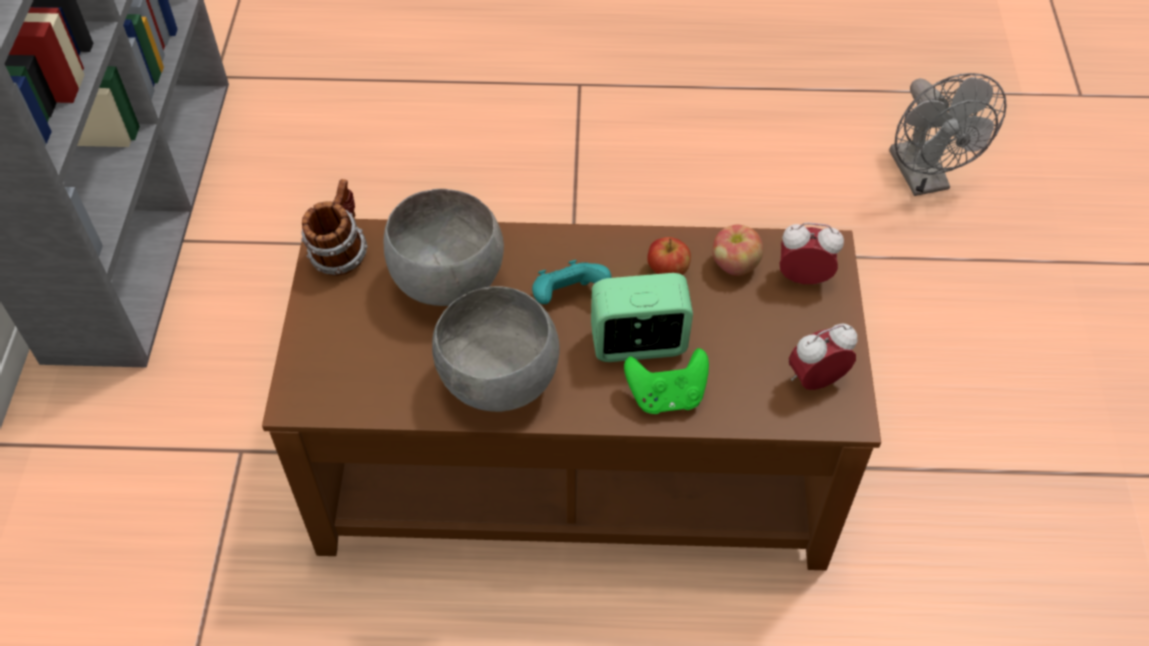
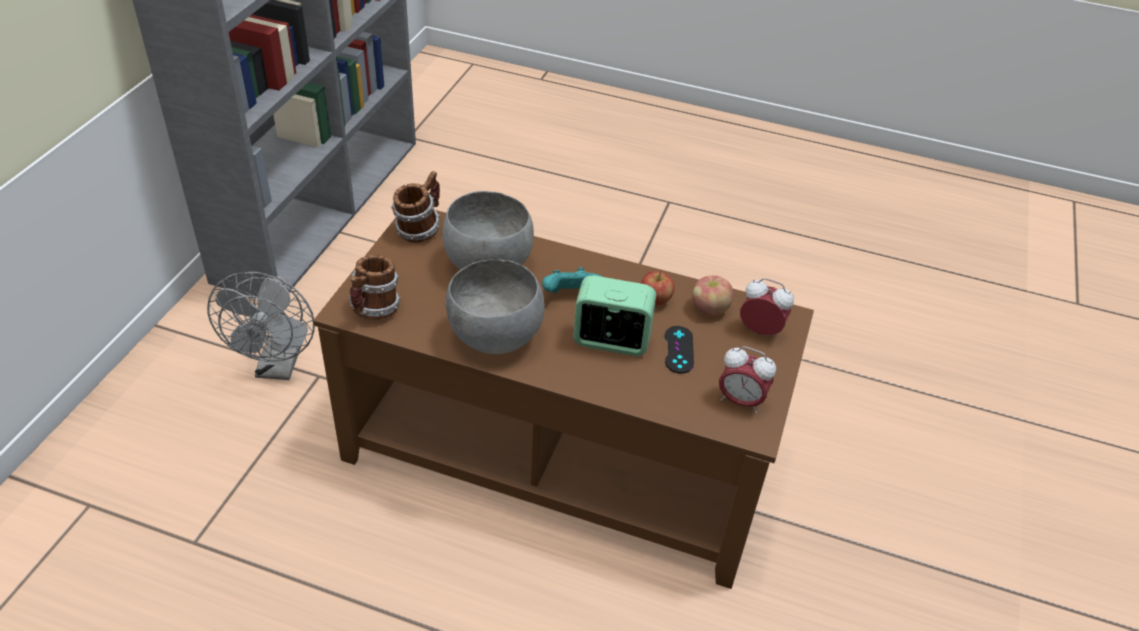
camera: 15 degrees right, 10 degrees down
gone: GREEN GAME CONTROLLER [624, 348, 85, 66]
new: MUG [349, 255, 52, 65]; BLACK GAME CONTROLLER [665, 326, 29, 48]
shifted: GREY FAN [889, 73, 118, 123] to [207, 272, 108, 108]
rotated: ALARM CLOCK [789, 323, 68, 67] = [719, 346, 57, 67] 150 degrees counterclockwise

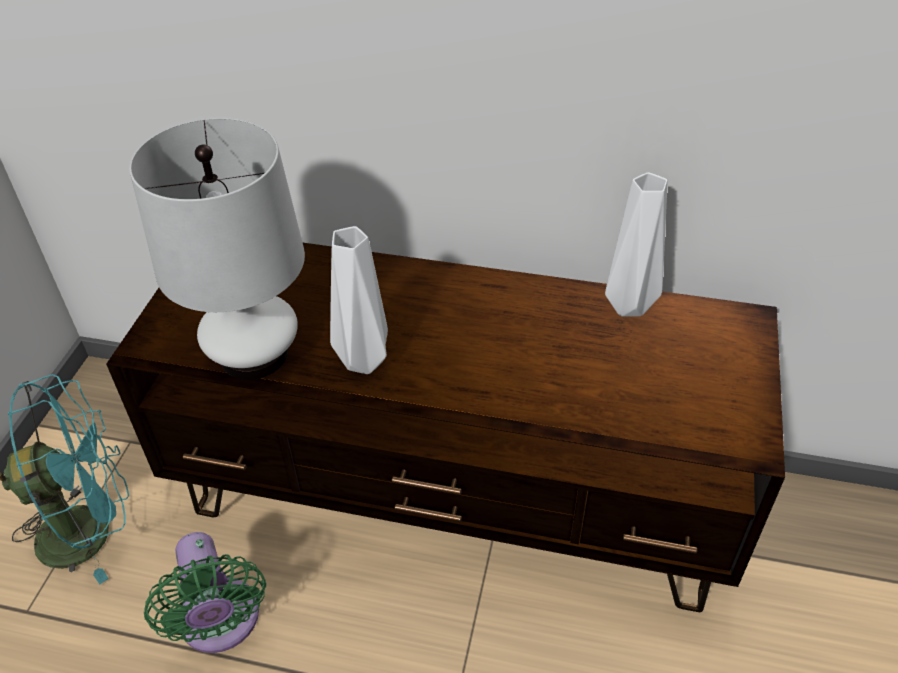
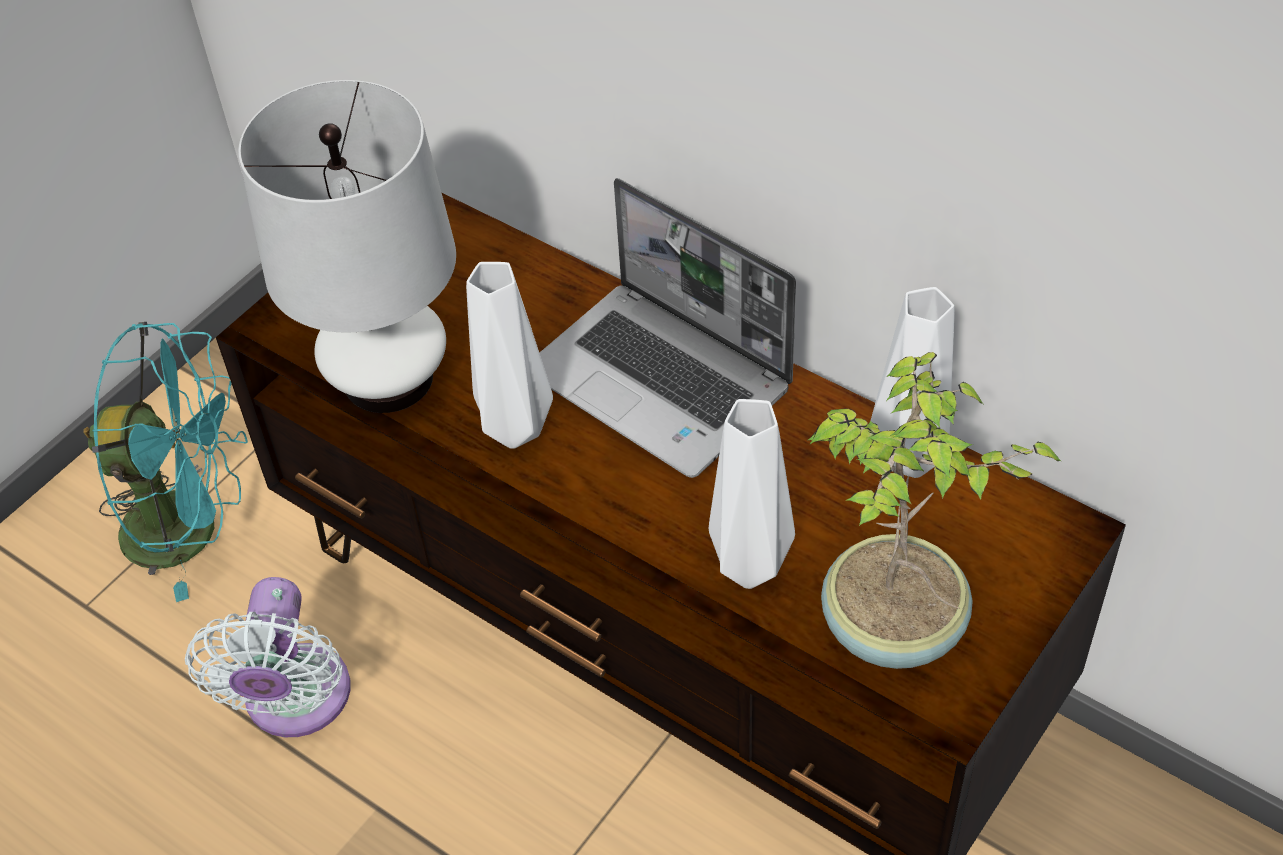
camera: 25 degrees right, 5 degrees up
new: LAPTOP [540, 178, 256, 300]; WHITE VASE [709, 399, 86, 190]; POTTED PLANT [807, 352, 255, 317]
repainted: GREEN FAN [144, 532, 122, 121] to WHITE FAN [185, 577, 165, 160]

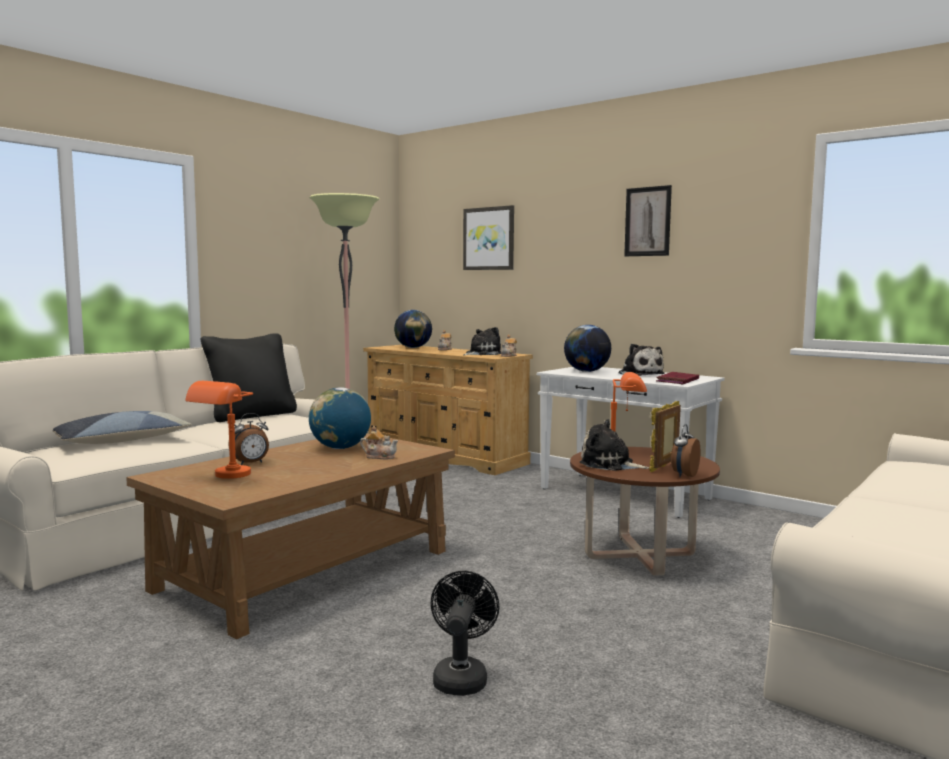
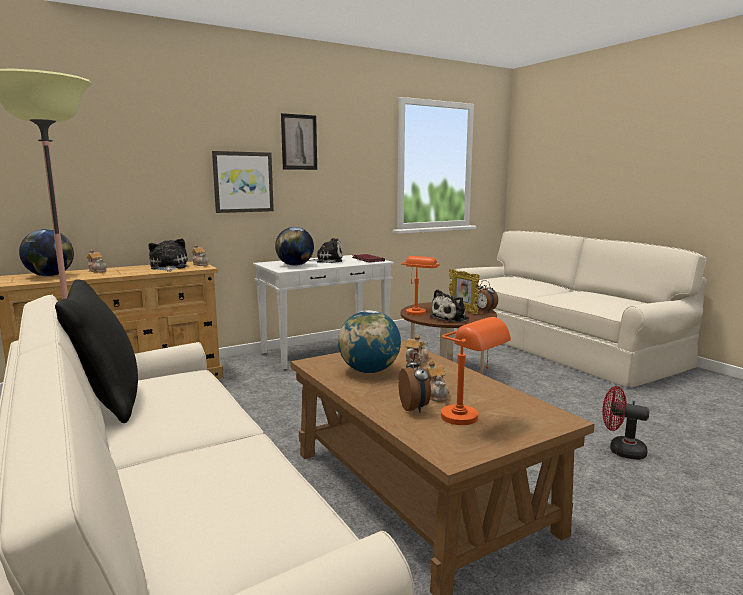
camera: 70 degrees left, 5 degrees up
gone: PILLOW [53, 411, 139, 33]
new: TEAPOT [426, 360, 23, 42]
shifted: PICTURE [463, 205, 51, 65] to [212, 151, 62, 62]
repainted: BLACK FAN [431, 571, 68, 125] to RED FAN [602, 386, 48, 74]

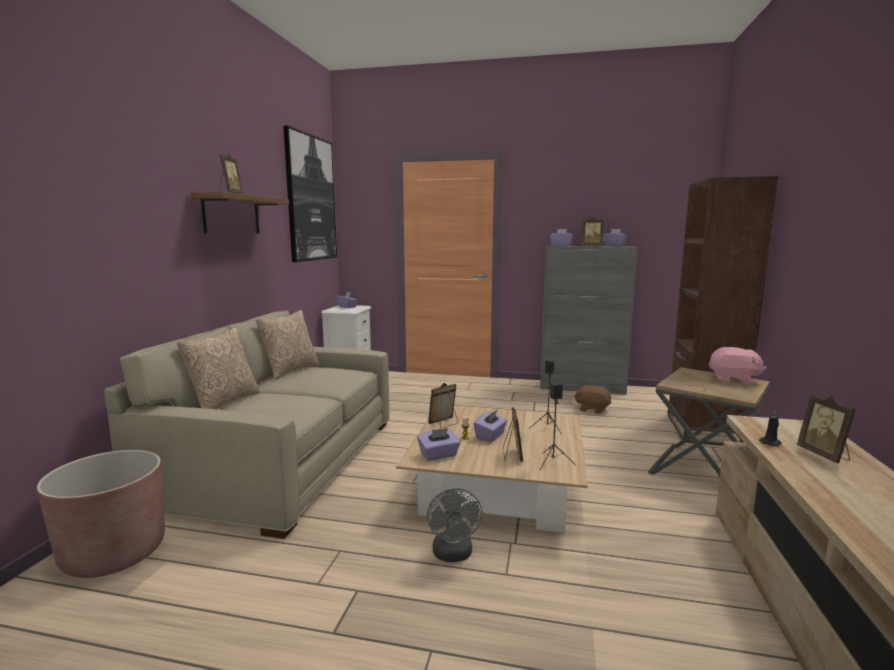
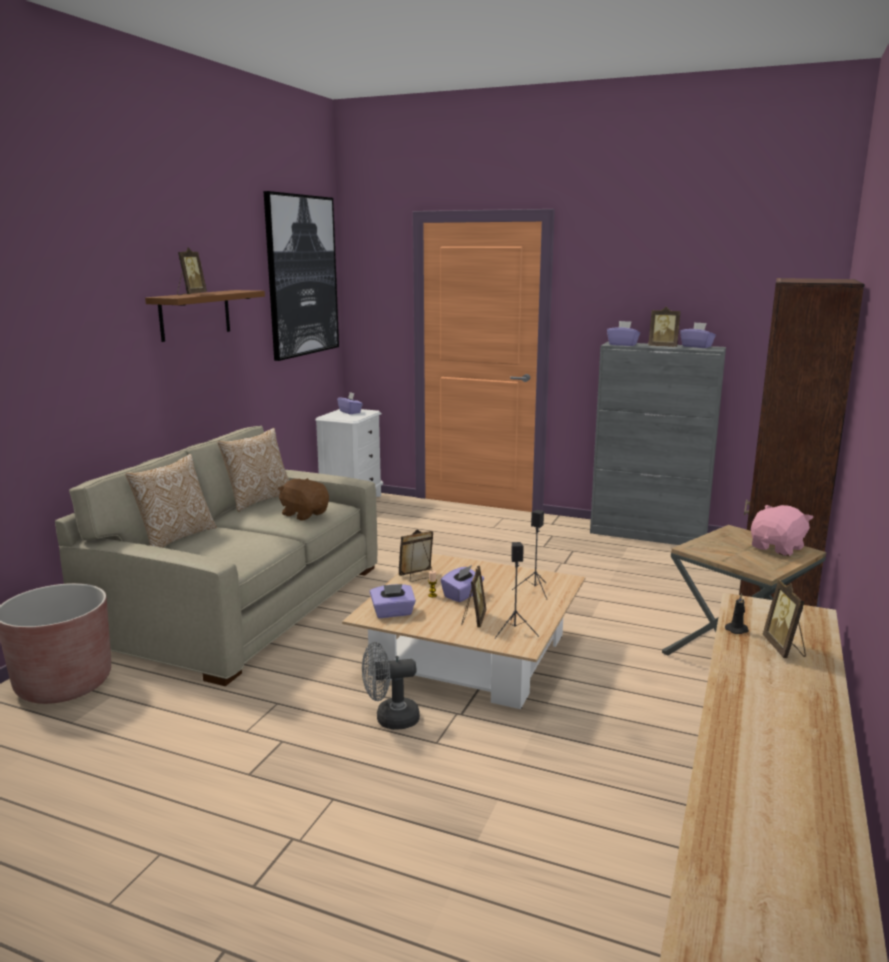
camera: 10 degrees right, 5 degrees up
shifted: BROWN PLUSH TOY [574, 385, 37, 29] to [278, 478, 51, 43]
rotated: GREY FAN [427, 488, 55, 74] = [362, 642, 58, 88] 75 degrees clockwise; PINK PLUSH TOY [708, 347, 59, 38] = [751, 505, 62, 51] 75 degrees counterclockwise

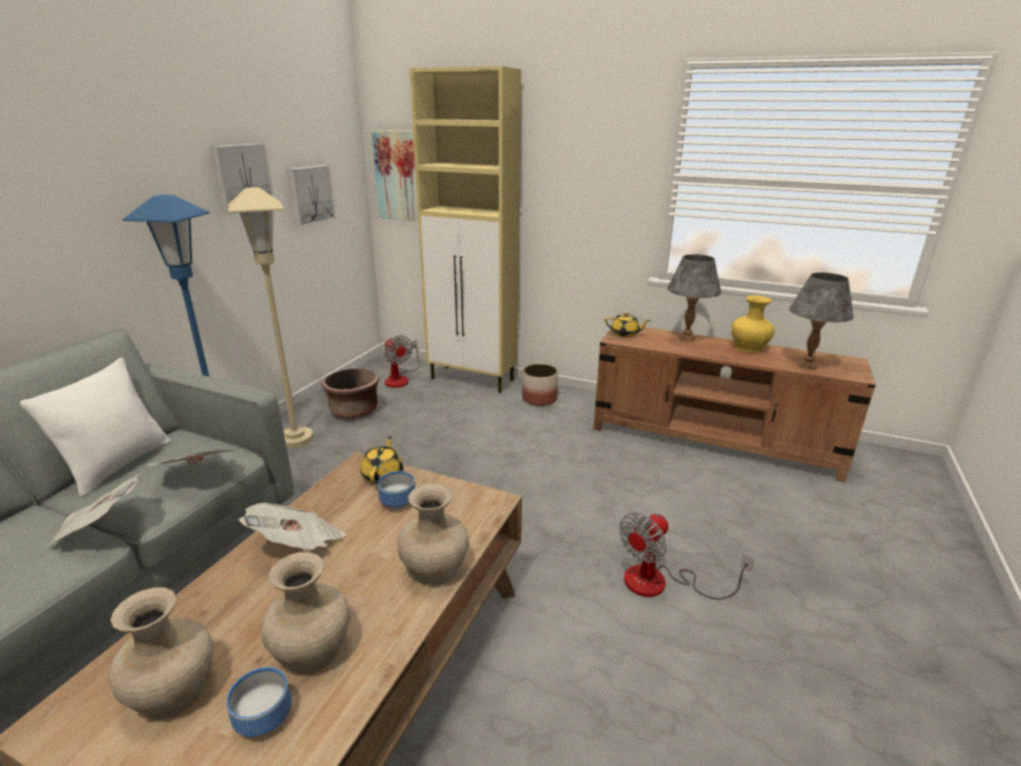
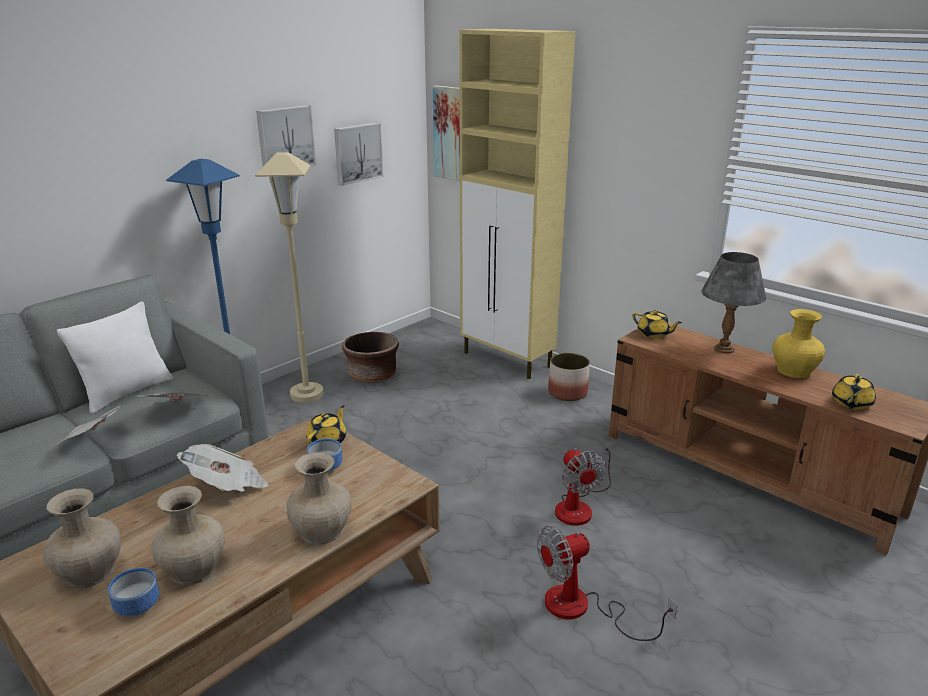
camera: 20 degrees right, 0 degrees up
shifted: FAN [384, 335, 36, 53] to [555, 441, 57, 85]
swapped: GREY TABLE LAMP [789, 273, 65, 96] to YELLOW TEAPOT [832, 374, 44, 36]

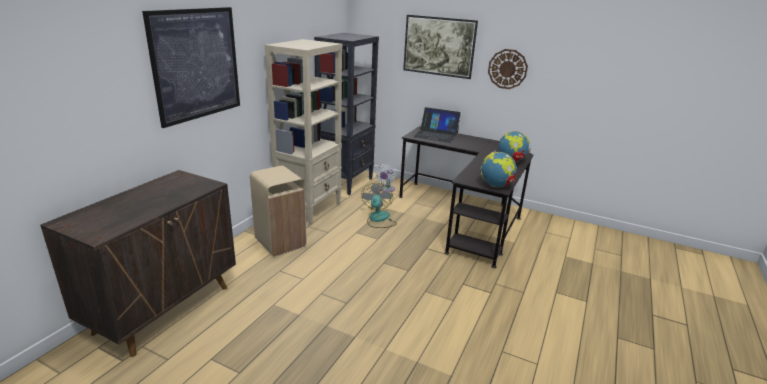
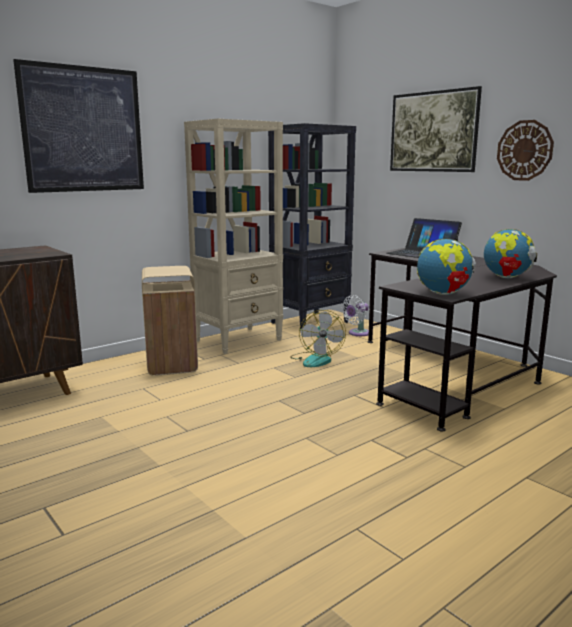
camera: 25 degrees right, 10 degrees down
rotated: FAN [361, 183, 36, 45] = [290, 310, 56, 57] 150 degrees clockwise

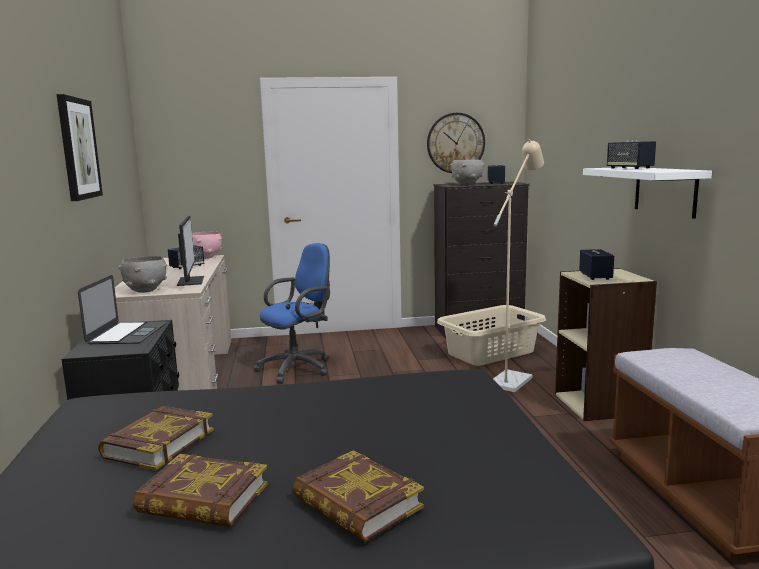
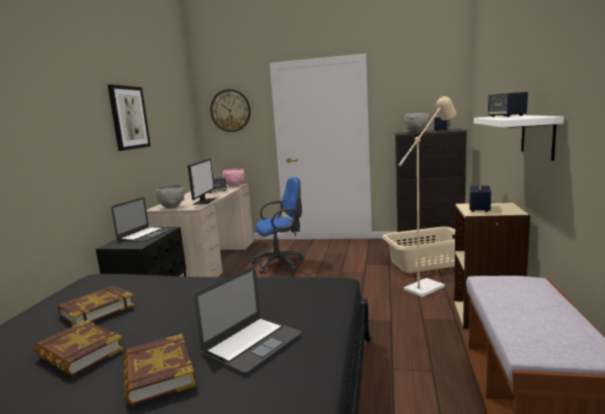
camera: 20 degrees right, 0 degrees up
new: LAPTOP [194, 267, 108, 106]
shifted: WALL CLOCK [427, 113, 58, 60] to [210, 89, 41, 43]

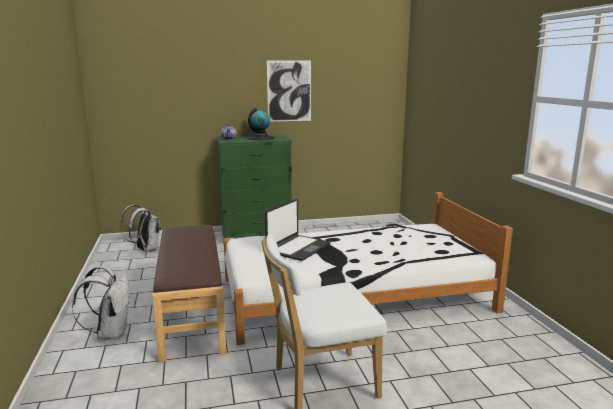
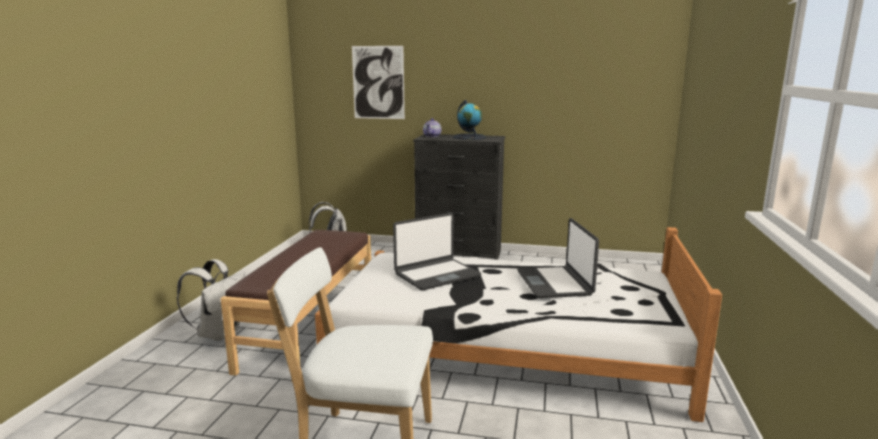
camera: 25 degrees right, 0 degrees up
new: LAPTOP [517, 218, 82, 80]
shifted: PICTURE [267, 60, 44, 62] to [352, 46, 53, 73]
repainted: GREEN DRESSER [217, 135, 75, 103] to BLACK DRESSER [413, 134, 92, 126]

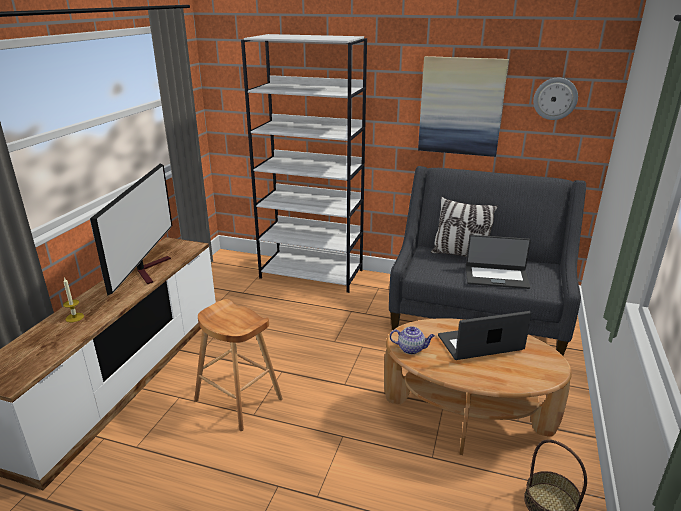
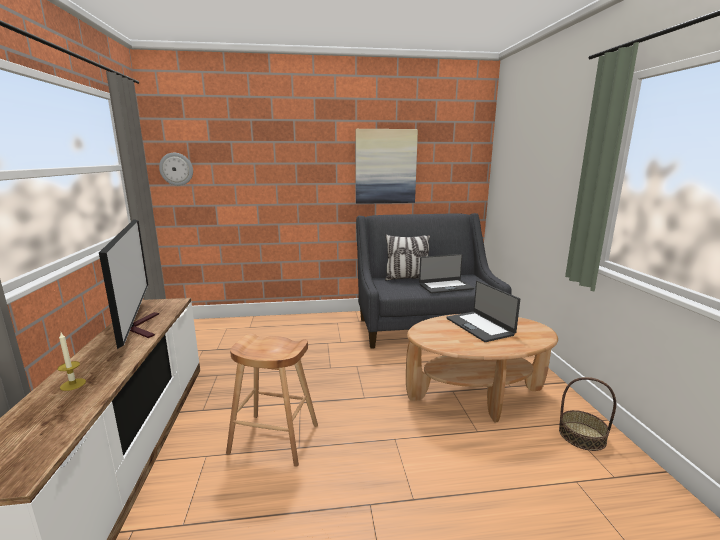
camera: 25 degrees left, 10 degrees down
gone: WHITE BOOKCASE [241, 34, 126, 259]; TEAPOT [390, 326, 45, 28]
shifted: WALL CLOCK [533, 78, 45, 42] to [159, 153, 34, 33]
rotated: LAPTOP [438, 311, 94, 49] = [446, 280, 74, 62] 75 degrees counterclockwise

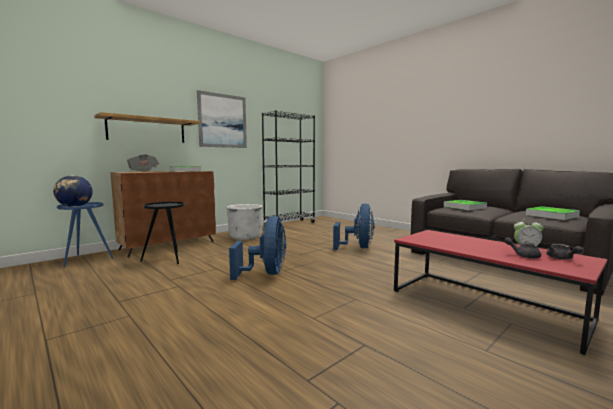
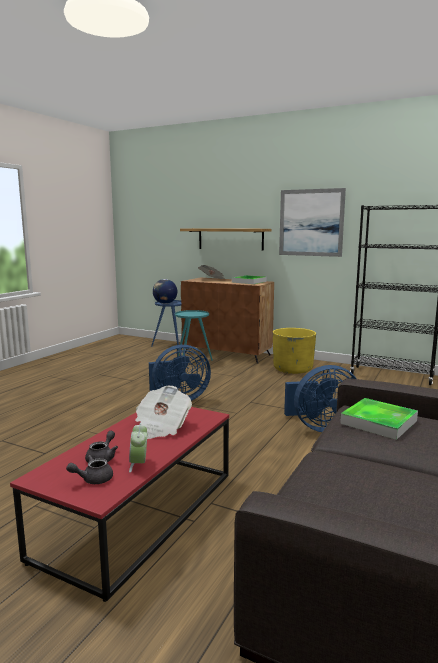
camera: 70 degrees right, 5 degrees up
gone: TRAY [526, 206, 54, 14]
new: NEWSPAPER [135, 386, 57, 53]
repainted: BLACK SIDE TABLE [140, 202, 45, 62] to TURQUOISE SIDE TABLE [175, 310, 38, 51]; WHITE PLANTER [227, 204, 35, 36] to YELLOW PLANTER [273, 328, 43, 46]

